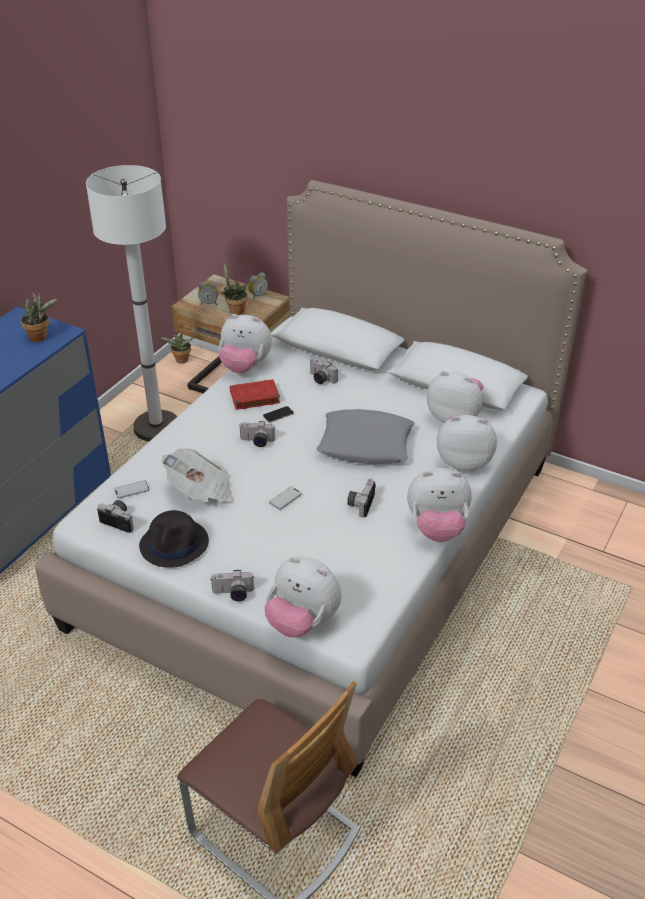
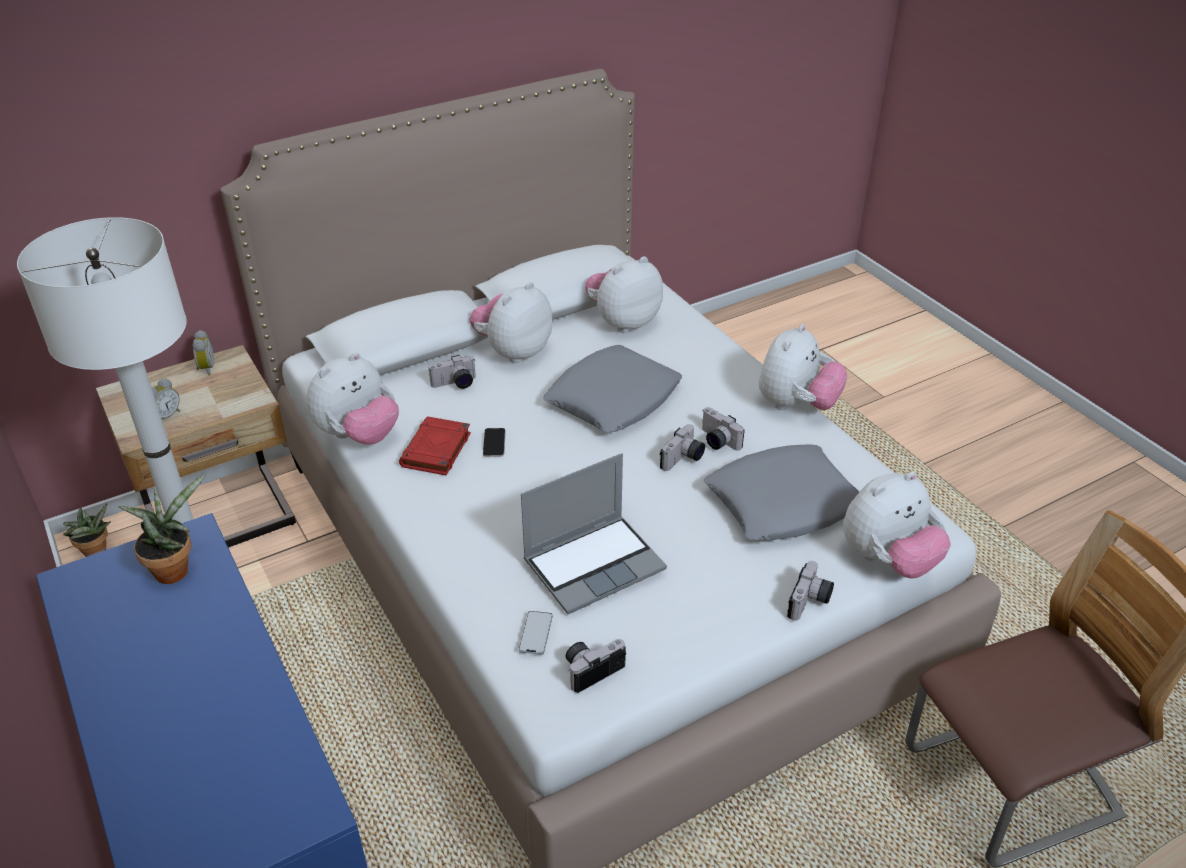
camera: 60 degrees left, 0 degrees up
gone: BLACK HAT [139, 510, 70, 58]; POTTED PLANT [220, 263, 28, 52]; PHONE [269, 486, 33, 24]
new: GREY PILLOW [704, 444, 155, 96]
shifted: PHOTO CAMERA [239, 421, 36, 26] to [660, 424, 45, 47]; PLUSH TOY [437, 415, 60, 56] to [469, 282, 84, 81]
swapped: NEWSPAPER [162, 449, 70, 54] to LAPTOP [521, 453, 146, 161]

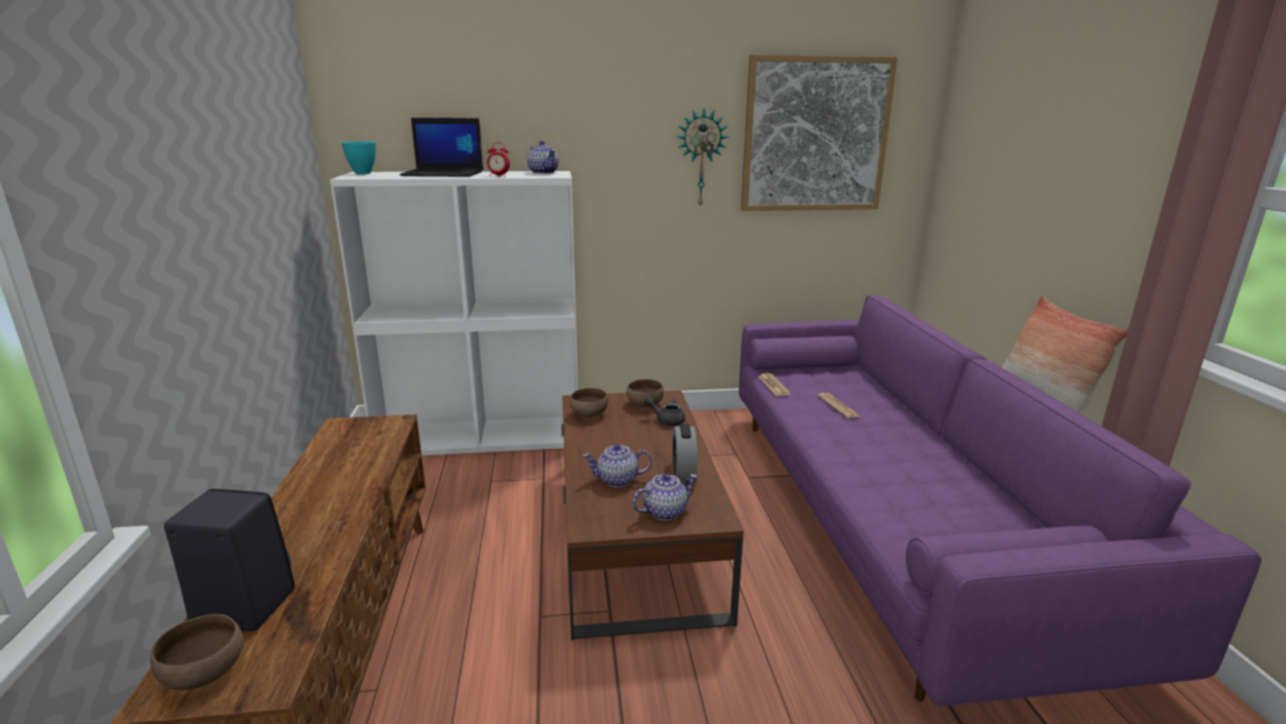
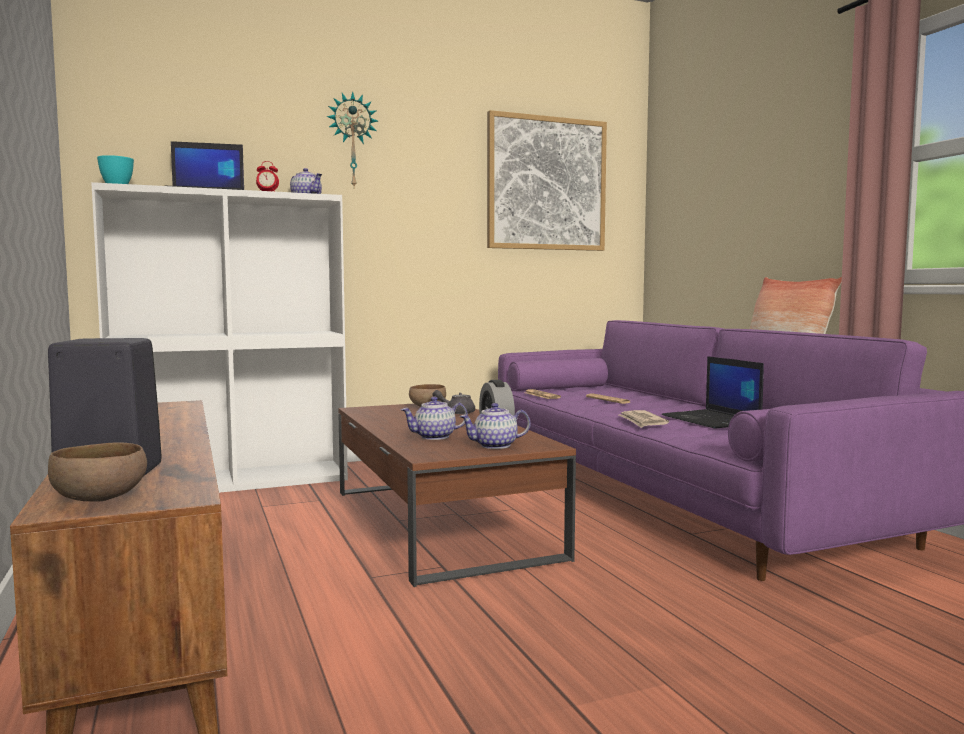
camera: 15 degrees left, 15 degrees down
gone: BROWN BOWL [570, 388, 38, 29]
new: NEWSPAPER [619, 410, 50, 18]; LAPTOP [662, 356, 102, 73]
shifted: WALL CLOCK [677, 109, 51, 99] to [326, 92, 52, 95]
rotated: TEAPOT [632, 473, 65, 47] = [460, 403, 70, 46] 150 degrees counterclockwise

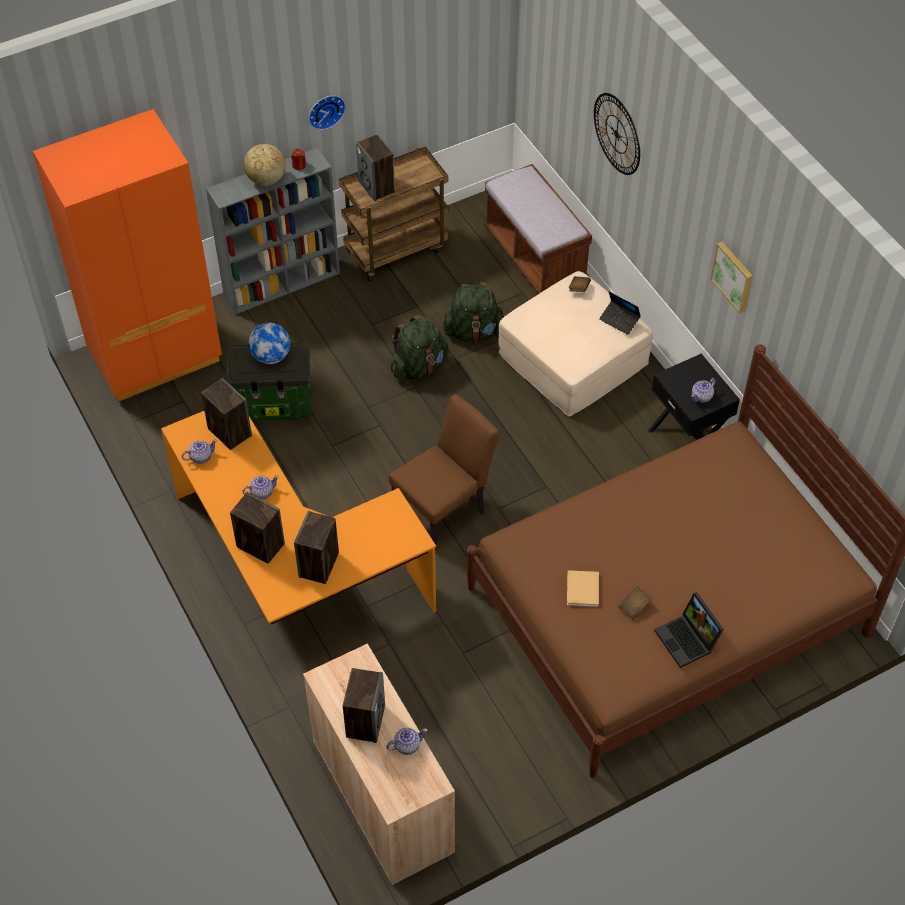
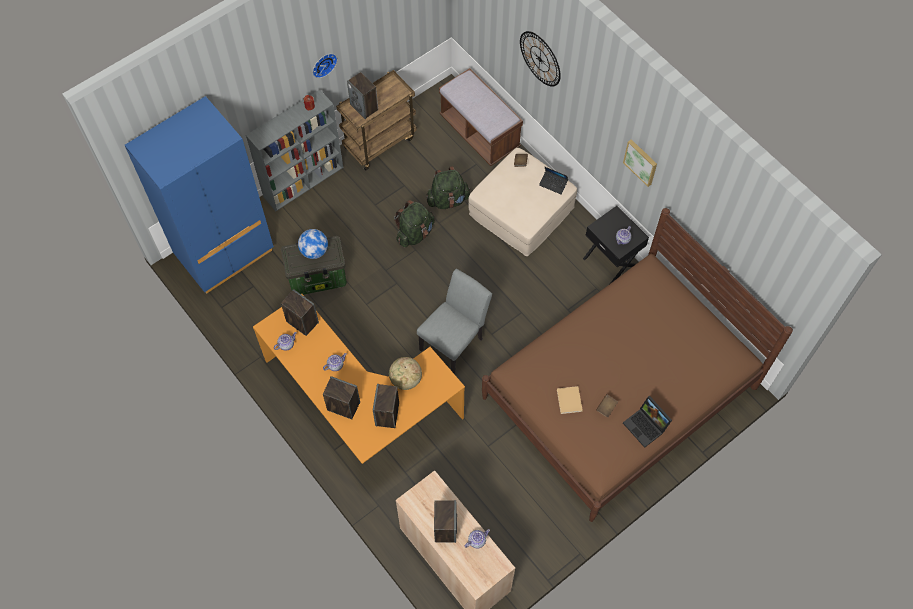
camera: 10 degrees left, 10 degrees up
shifted: GLOBE [244, 144, 42, 42] to [389, 357, 33, 33]
repainted: ORANGE WARDROBE [33, 109, 189, 293] to BLUE WARDROBE [125, 96, 149, 197]; BROWN CHAIR [389, 394, 111, 157] to GREY CHAIR [417, 269, 75, 104]

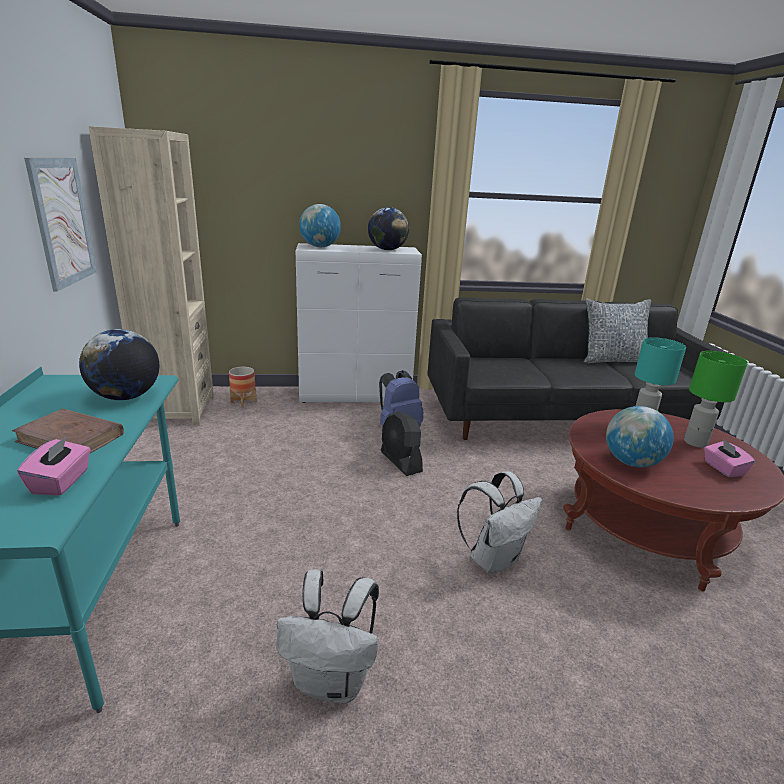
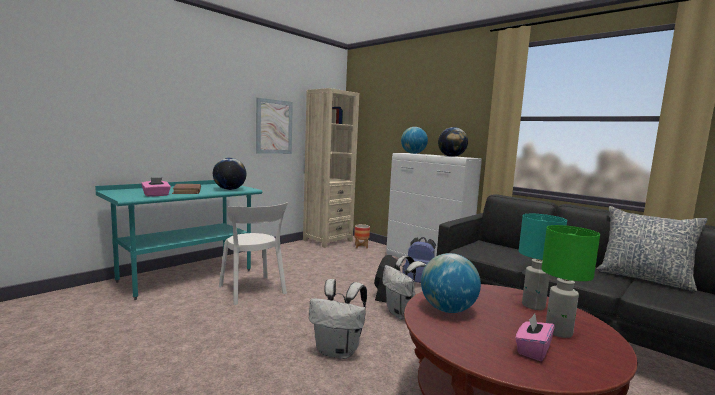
camera: 50 degrees right, 15 degrees down
new: WHITE CHAIR [219, 202, 69, 103]
shifted: WHITE BACKPACK [277, 569, 102, 135] to [382, 256, 44, 64]

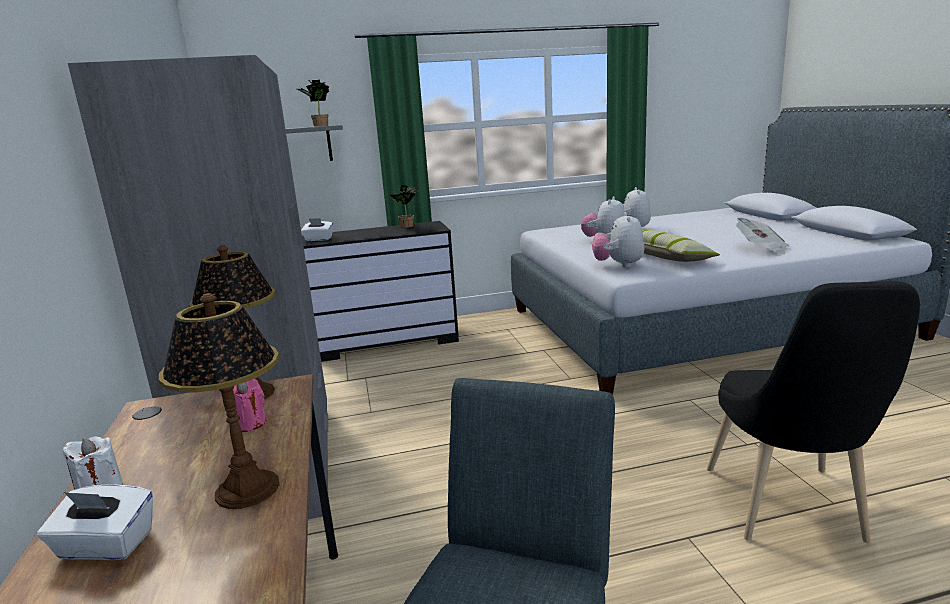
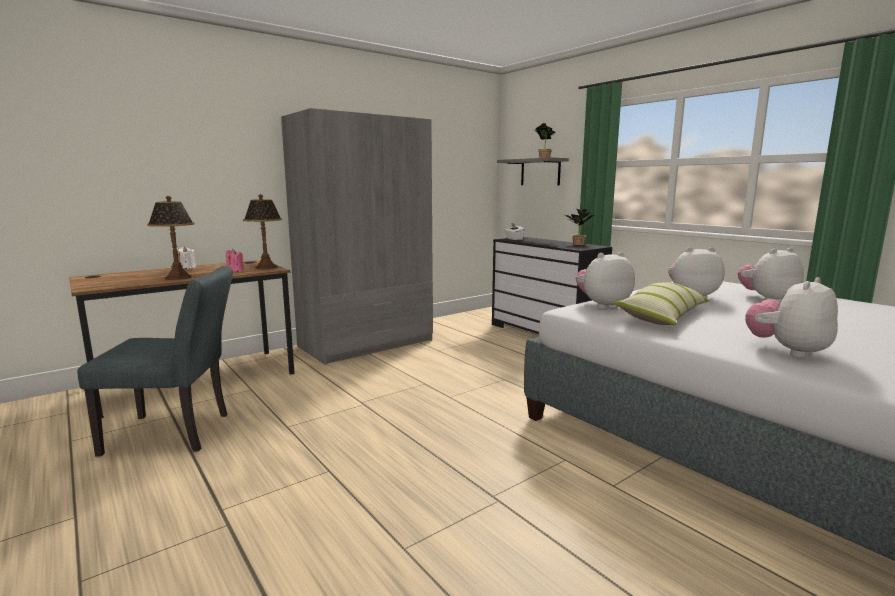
camera: 65 degrees right, 5 degrees down
gone: WHITE TISSUE BOX [37, 484, 116, 76]; BLACK CHAIR [707, 281, 213, 262]
swapped: NEWSPAPER [736, 217, 53, 38] to PLUSH TOY [745, 277, 93, 81]

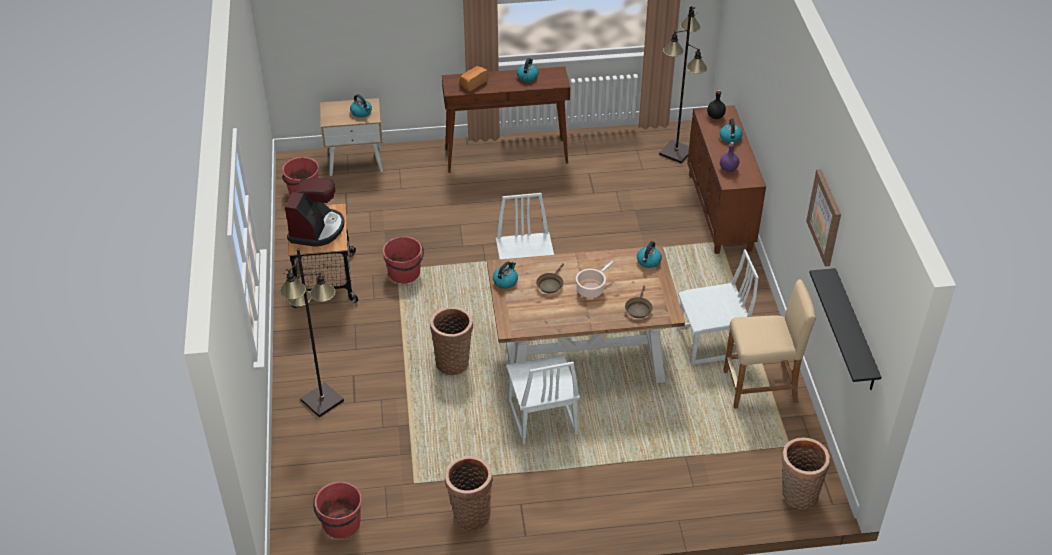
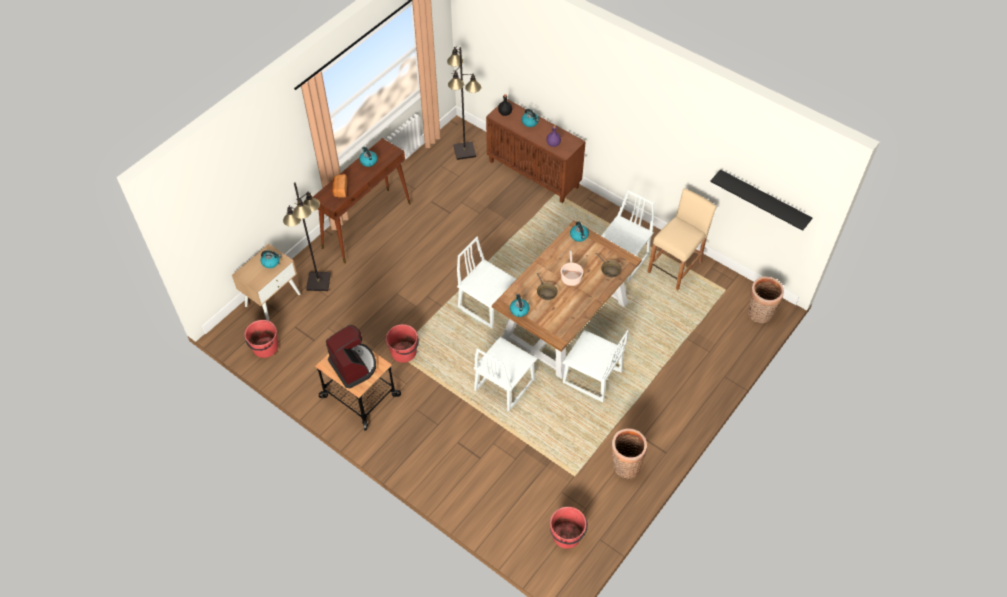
camera: 45 degrees left, 10 degrees up
gone: PICTURE [806, 169, 35, 98]
shifted: BLACK FLOOR LAMP [280, 249, 64, 168] to [283, 182, 48, 109]
swapped: BASKET [430, 307, 43, 68] to WHITE CHAIR [474, 337, 63, 74]

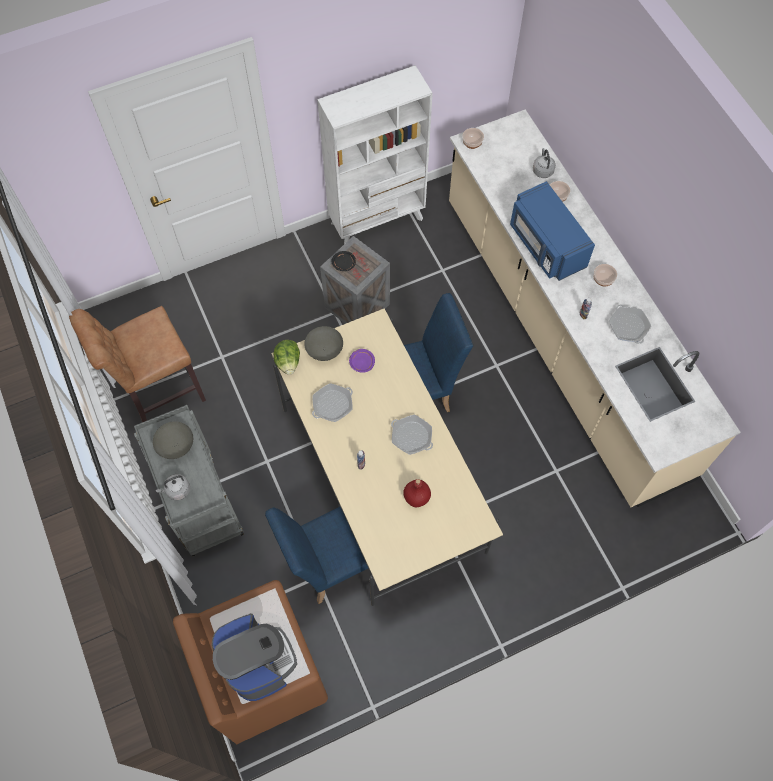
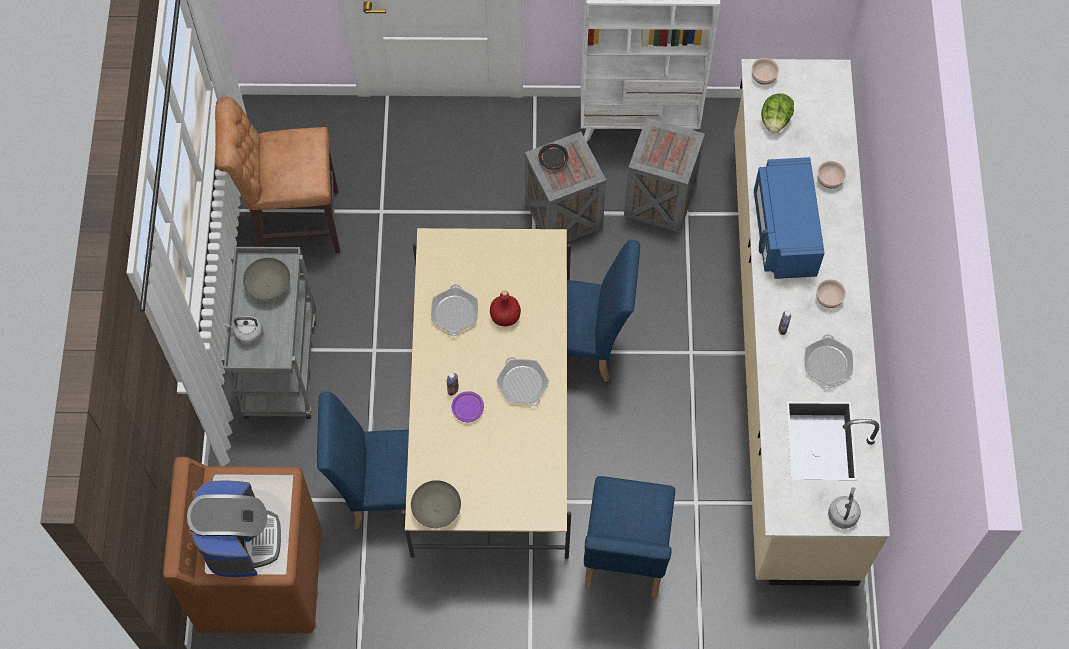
camera: 25 degrees right, 0 degrees up
new: BLUE CHAIR [584, 476, 91, 122]; CRATE [624, 117, 81, 115]
shifted: LETTUCE [273, 340, 27, 35] to [761, 93, 33, 41]; GREY BOWL [304, 326, 39, 35] to [411, 480, 50, 48]; PURPLE PLATE [349, 349, 26, 24] to [452, 391, 32, 31]; RED BOTTLE [403, 479, 28, 28] to [490, 290, 31, 36]; GREY KETTLE [533, 148, 23, 30] to [828, 487, 33, 42]
rotated: FRYING PAN [312, 383, 41, 39] = [431, 284, 47, 52] 75 degrees counterclockwise

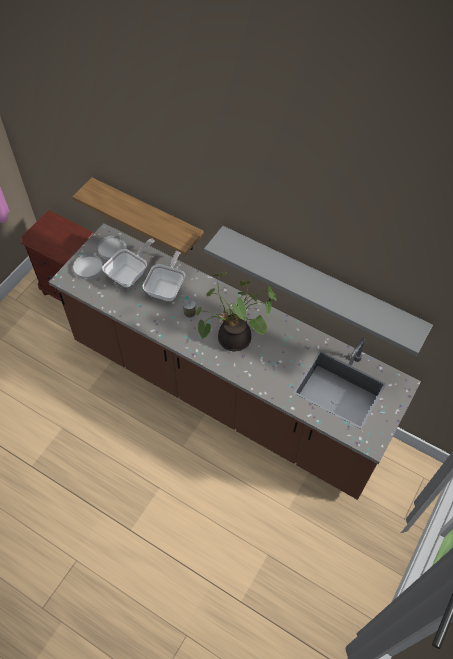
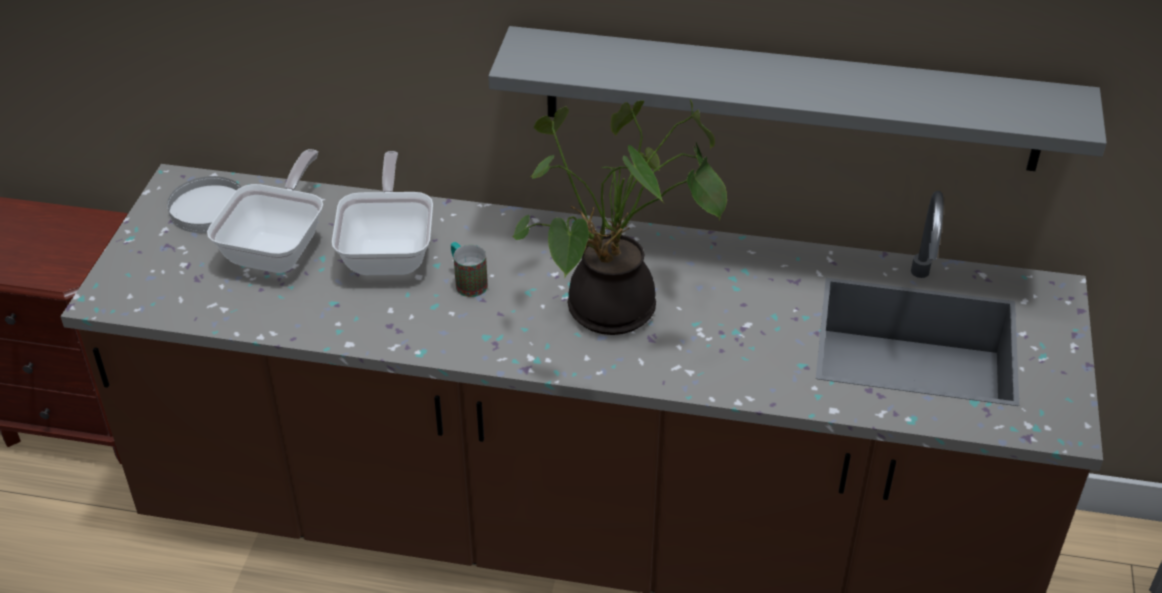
camera: 20 degrees left, 15 degrees down
gone: SHELF [72, 178, 132, 77]; WHITE PLATE [73, 254, 30, 26]

